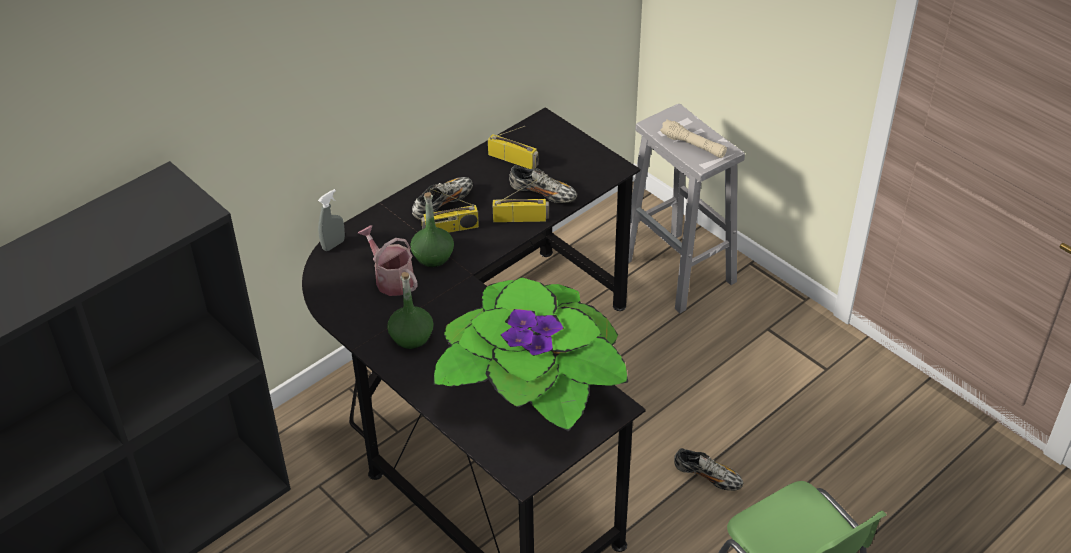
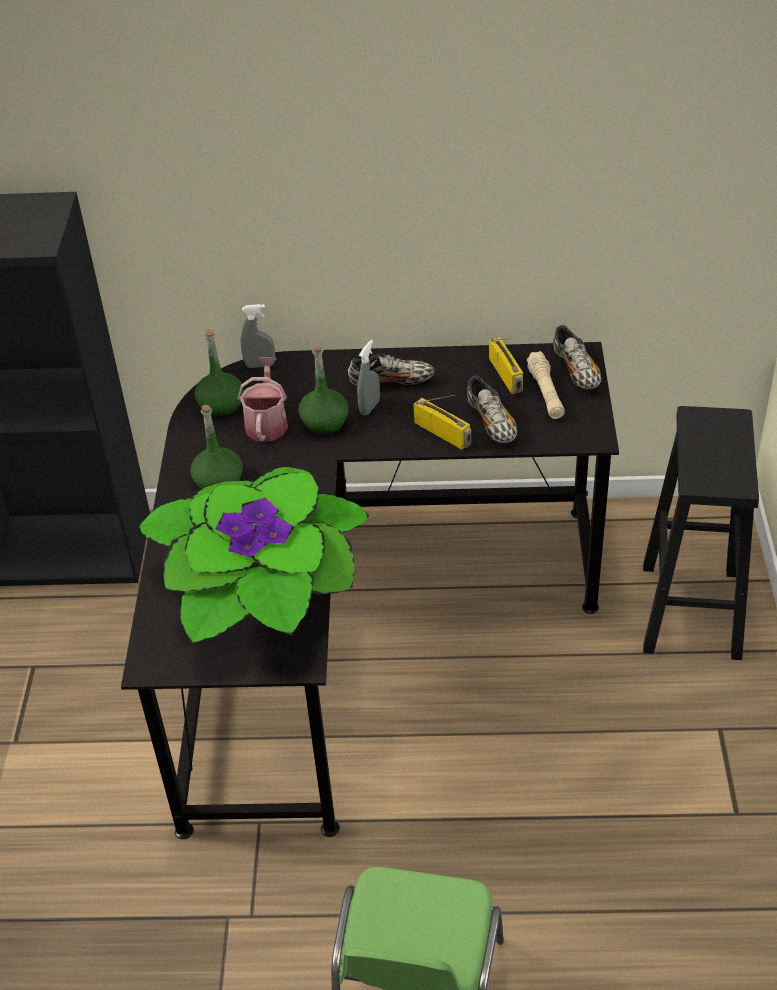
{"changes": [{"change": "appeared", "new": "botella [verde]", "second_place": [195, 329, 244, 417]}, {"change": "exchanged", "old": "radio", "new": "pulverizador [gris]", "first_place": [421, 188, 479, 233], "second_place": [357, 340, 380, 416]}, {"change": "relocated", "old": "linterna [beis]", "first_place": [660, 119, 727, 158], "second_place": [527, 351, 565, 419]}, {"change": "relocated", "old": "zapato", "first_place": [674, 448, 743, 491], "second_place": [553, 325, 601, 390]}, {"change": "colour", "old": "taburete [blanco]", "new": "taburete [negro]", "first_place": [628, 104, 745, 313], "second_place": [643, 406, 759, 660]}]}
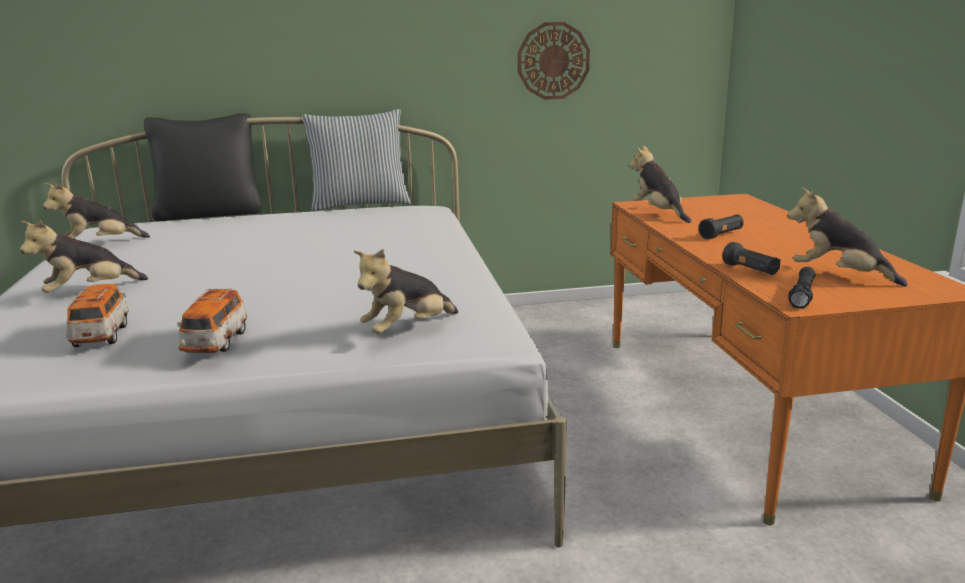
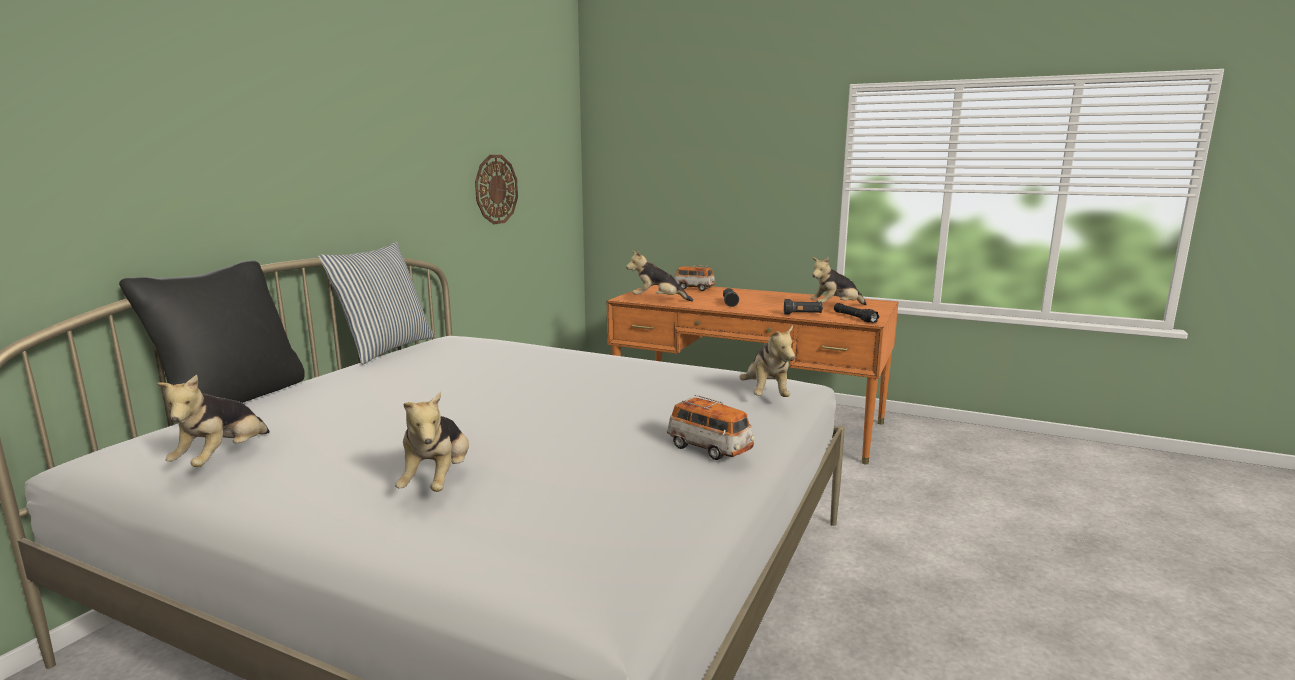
{"changes": [{"change": "relocated", "old": "coche de juguete", "first_place": [66, 284, 129, 347], "second_place": [674, 265, 716, 291]}]}
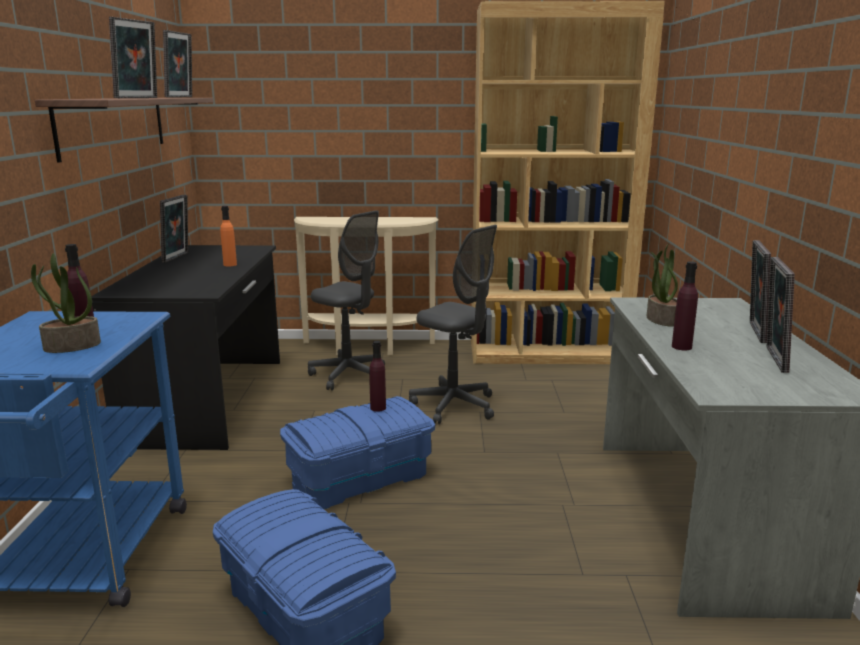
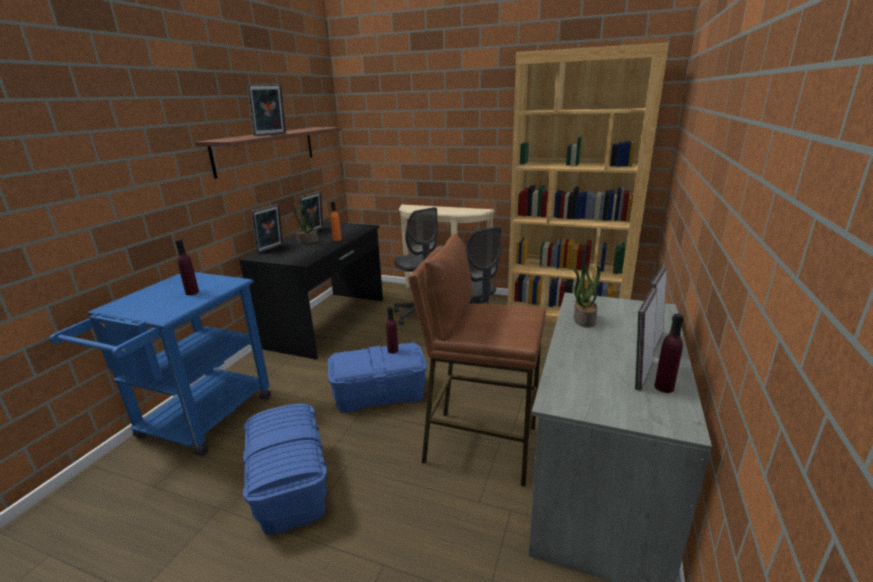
{"changes": [{"change": "relocated", "old": "portarretratos", "first_place": [163, 30, 192, 98], "second_place": [251, 204, 283, 254]}, {"change": "relocated", "old": "planta en maceta", "first_place": [31, 253, 101, 353], "second_place": [294, 204, 319, 244]}, {"change": "appeared", "new": "taburete [marrón]", "second_place": [408, 233, 546, 487]}, {"change": "relocated", "old": "botella [morado]", "first_place": [672, 261, 698, 350], "second_place": [654, 314, 684, 393]}]}
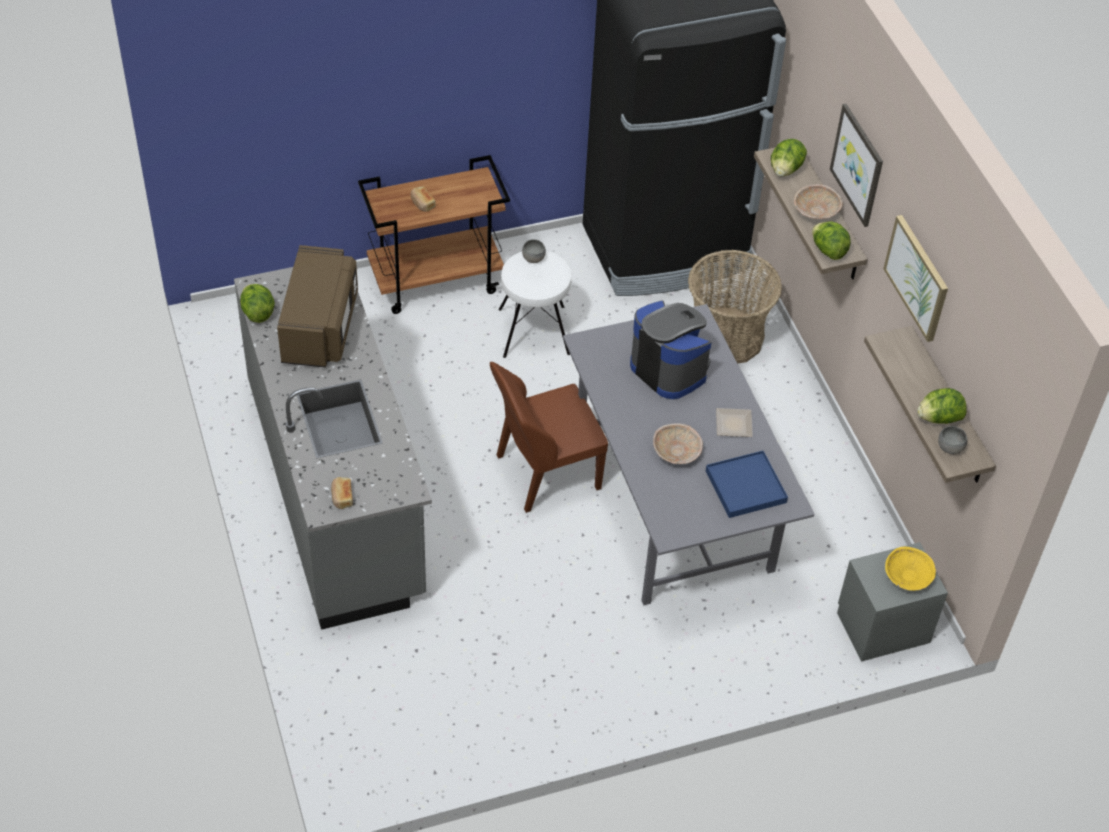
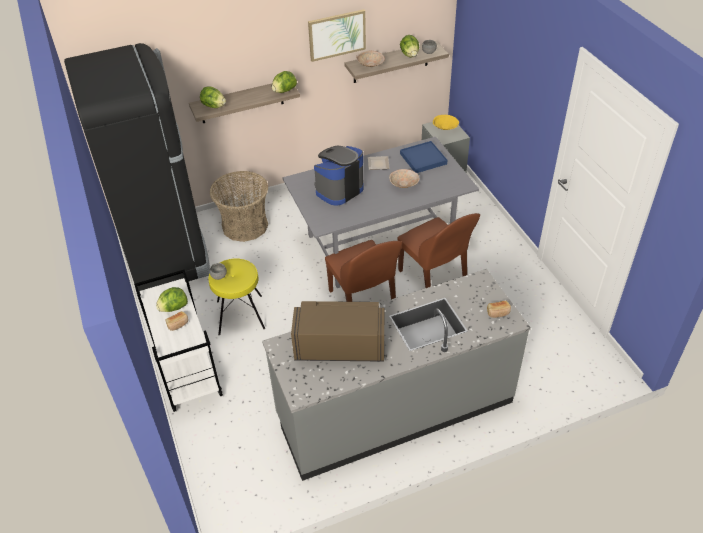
{"changes": [{"change": "colour", "old": "carrito [marrón]", "new": "carrito [blanco]", "first_place": [358, 155, 510, 314], "second_place": [134, 270, 223, 412]}, {"change": "relocated", "old": "lechuga", "first_place": [240, 284, 275, 323], "second_place": [156, 287, 188, 312]}, {"change": "colour", "old": "taburete [blanco]", "new": "taburete [amarillo]", "first_place": [499, 251, 571, 358], "second_place": [209, 258, 265, 335]}, {"change": "relocated", "old": "cuenco [beis]", "first_place": [794, 184, 843, 219], "second_place": [356, 51, 385, 67]}, {"change": "appeared", "new": "silla [marrón]", "second_place": [397, 213, 480, 288]}, {"change": "missing", "old": "cuadro", "first_place": [830, 104, 883, 227]}]}
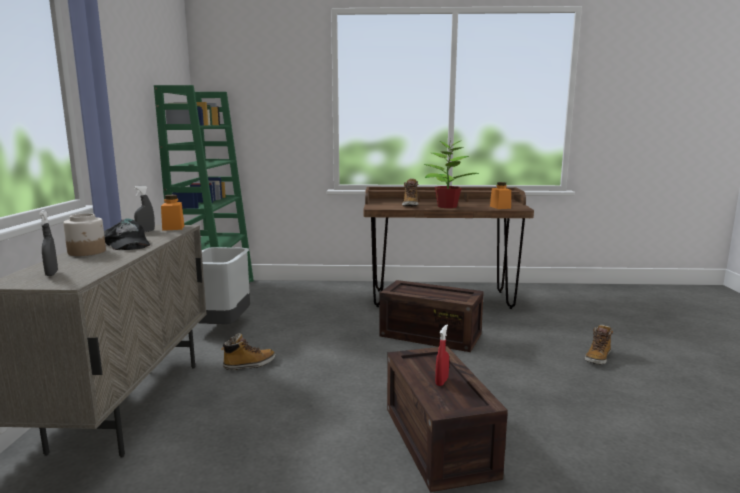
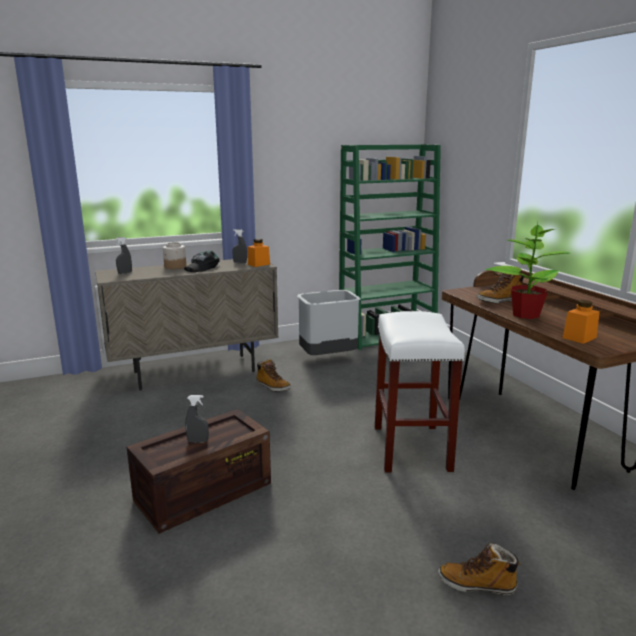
{"changes": [{"change": "colour", "old": "pulverizador [rojo]", "new": "pulverizador [gris]", "first_place": [435, 324, 449, 386], "second_place": [185, 395, 209, 443]}, {"change": "exchanged", "old": "caja de embalaje", "new": "taburete [blanco]", "first_place": [379, 280, 484, 352], "second_place": [375, 311, 465, 472]}]}
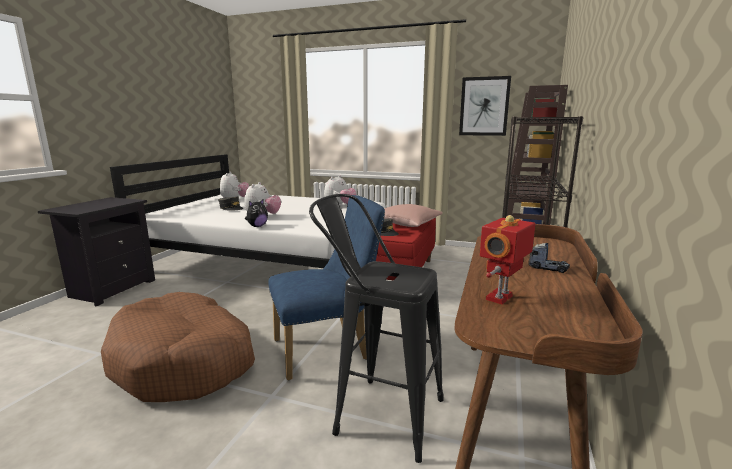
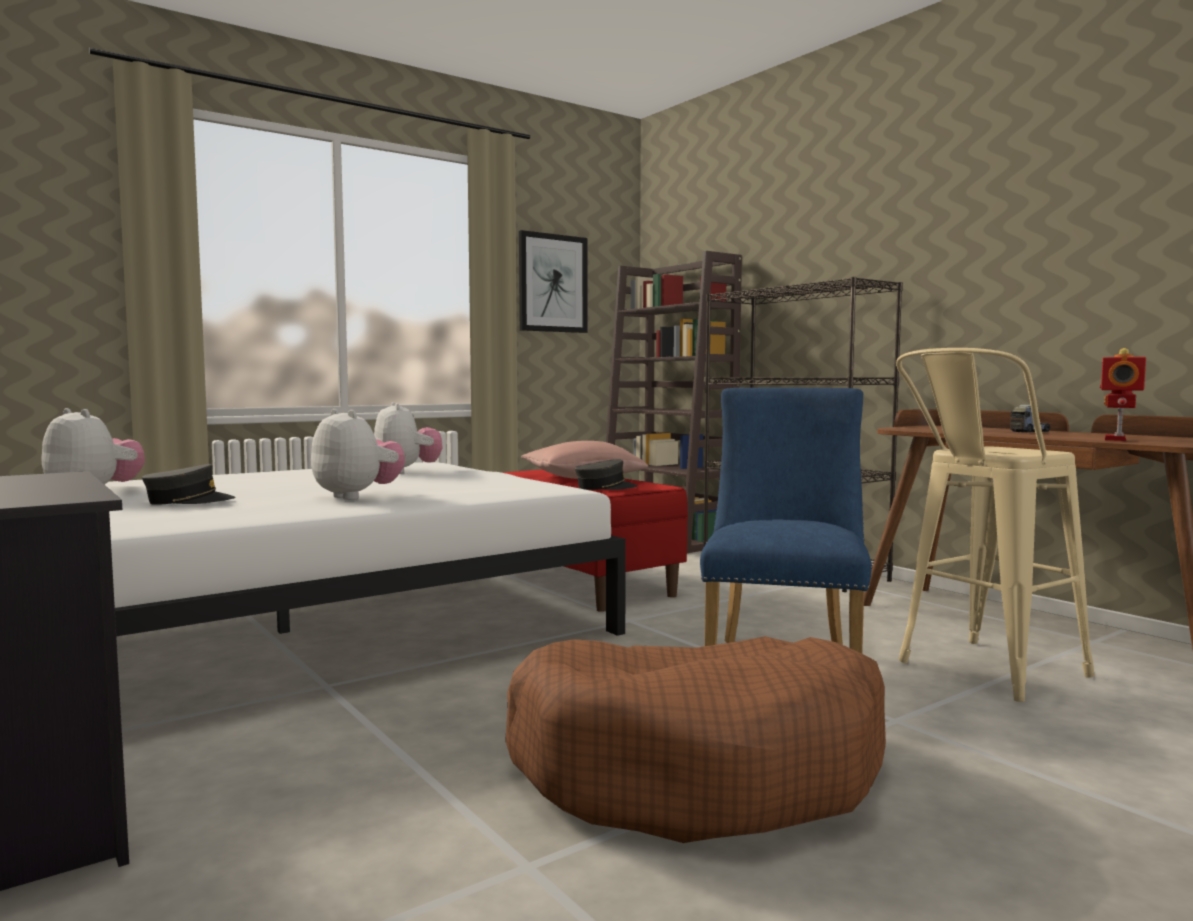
{"changes": [{"change": "colour", "old": "taburete [negro]", "new": "taburete [beis]", "first_place": [309, 194, 444, 463], "second_place": [896, 348, 1095, 702]}, {"change": "spun", "old": "robot de juguete", "first_place": [480, 215, 536, 305], "second_place": [1100, 348, 1146, 441], "degrees": 45}, {"change": "missing", "old": "peluche", "first_place": [245, 199, 268, 227]}]}
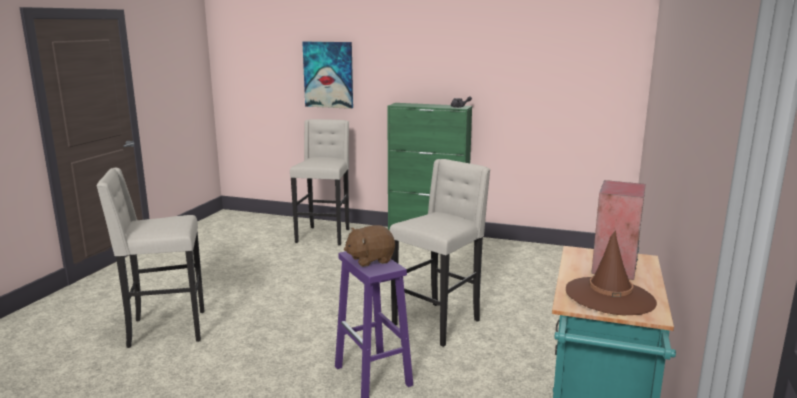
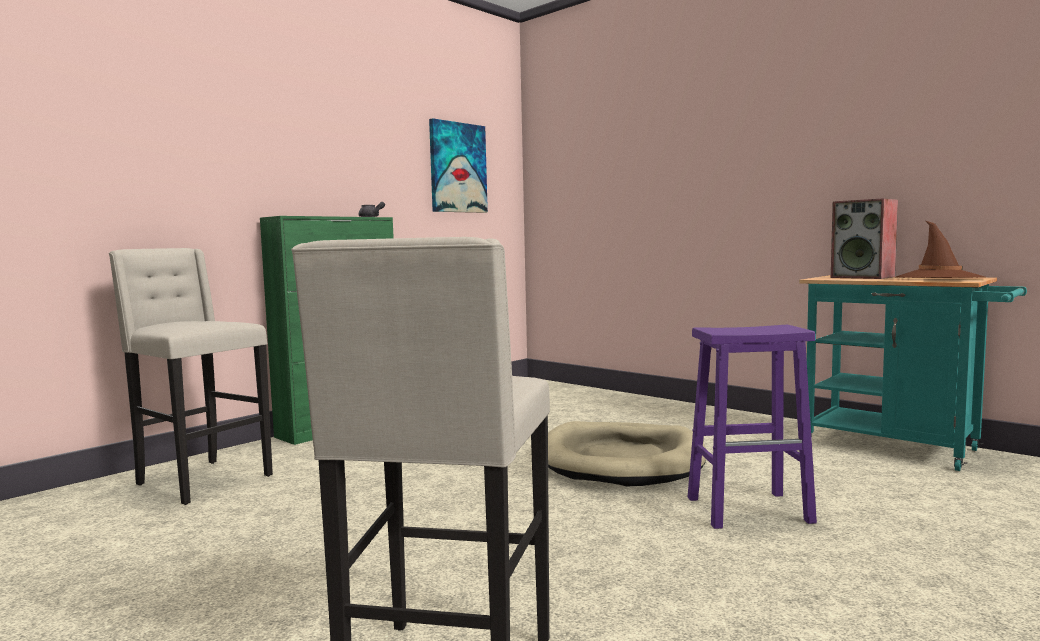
{"changes": [{"change": "relocated", "old": "cuadro", "first_place": [302, 42, 353, 109], "second_place": [429, 118, 488, 213]}, {"change": "exchanged", "old": "taburete [beis]", "new": "cama para perro [beis]", "first_place": [390, 159, 491, 347], "second_place": [548, 421, 706, 486]}, {"change": "missing", "old": "peluche [marrón]", "first_place": [344, 225, 395, 267]}]}
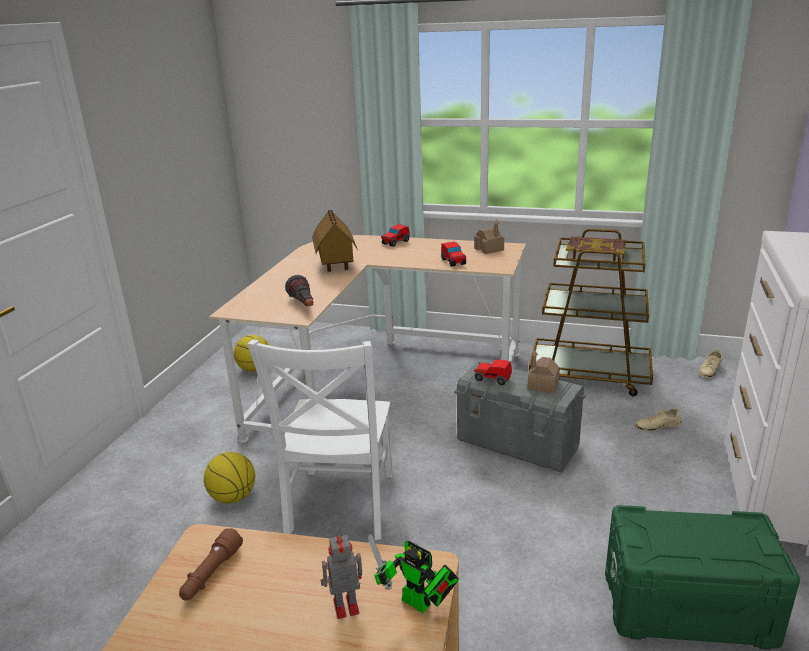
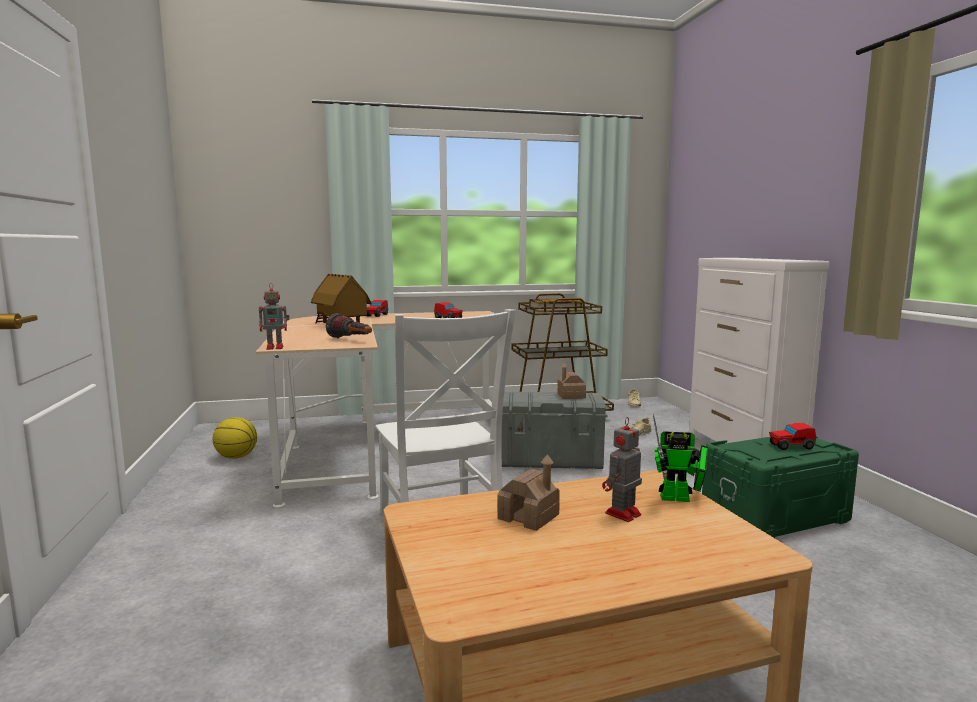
{"changes": [{"change": "appeared", "new": "robot de juguete", "second_place": [259, 283, 289, 350]}, {"change": "relocated", "old": "casita", "first_place": [474, 220, 504, 254], "second_place": [497, 454, 560, 531]}, {"change": "relocated", "old": "coche de juguete", "first_place": [474, 360, 512, 385], "second_place": [769, 423, 816, 450]}, {"change": "missing", "old": "linterna [marrón]", "first_place": [179, 528, 243, 601]}, {"change": "missing", "old": "balón de baloncesto", "first_place": [204, 452, 255, 503]}]}
